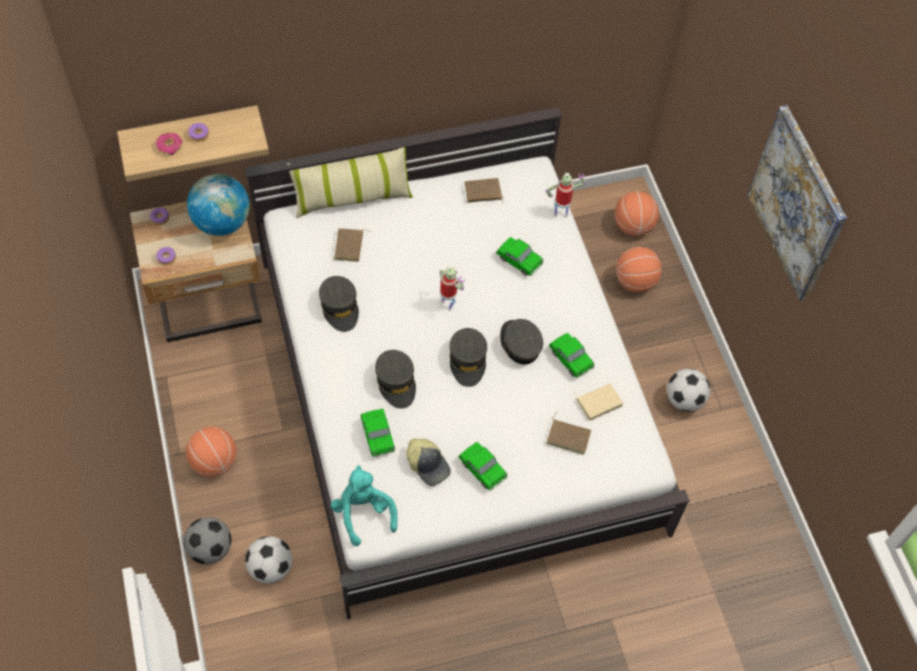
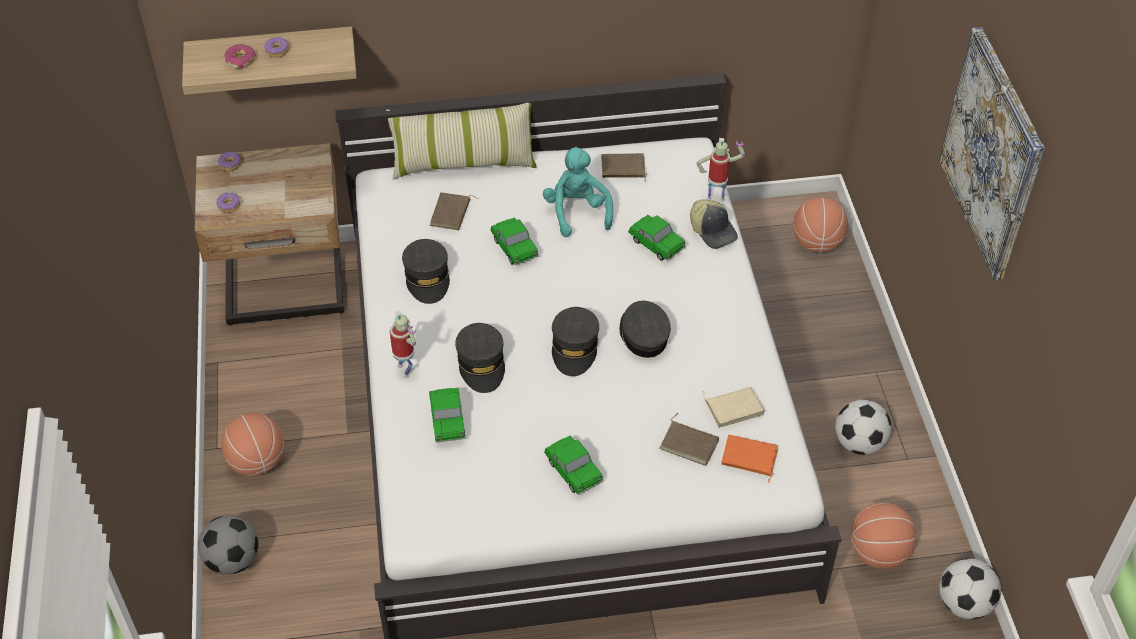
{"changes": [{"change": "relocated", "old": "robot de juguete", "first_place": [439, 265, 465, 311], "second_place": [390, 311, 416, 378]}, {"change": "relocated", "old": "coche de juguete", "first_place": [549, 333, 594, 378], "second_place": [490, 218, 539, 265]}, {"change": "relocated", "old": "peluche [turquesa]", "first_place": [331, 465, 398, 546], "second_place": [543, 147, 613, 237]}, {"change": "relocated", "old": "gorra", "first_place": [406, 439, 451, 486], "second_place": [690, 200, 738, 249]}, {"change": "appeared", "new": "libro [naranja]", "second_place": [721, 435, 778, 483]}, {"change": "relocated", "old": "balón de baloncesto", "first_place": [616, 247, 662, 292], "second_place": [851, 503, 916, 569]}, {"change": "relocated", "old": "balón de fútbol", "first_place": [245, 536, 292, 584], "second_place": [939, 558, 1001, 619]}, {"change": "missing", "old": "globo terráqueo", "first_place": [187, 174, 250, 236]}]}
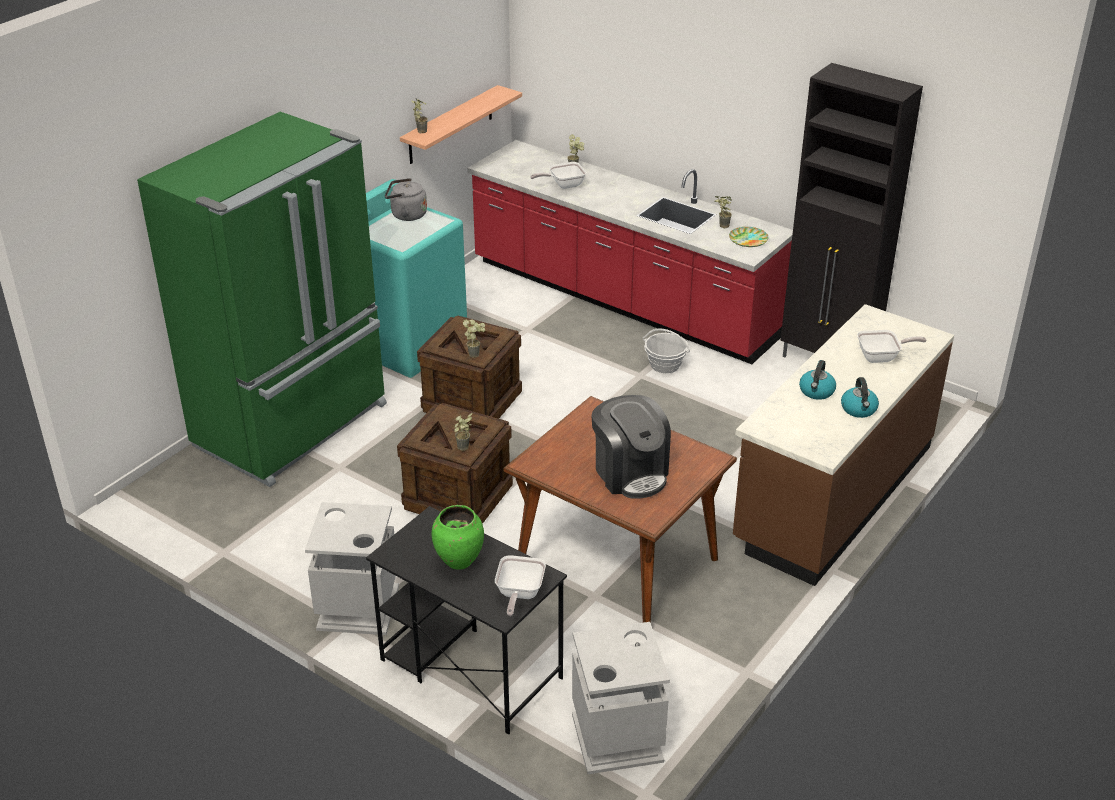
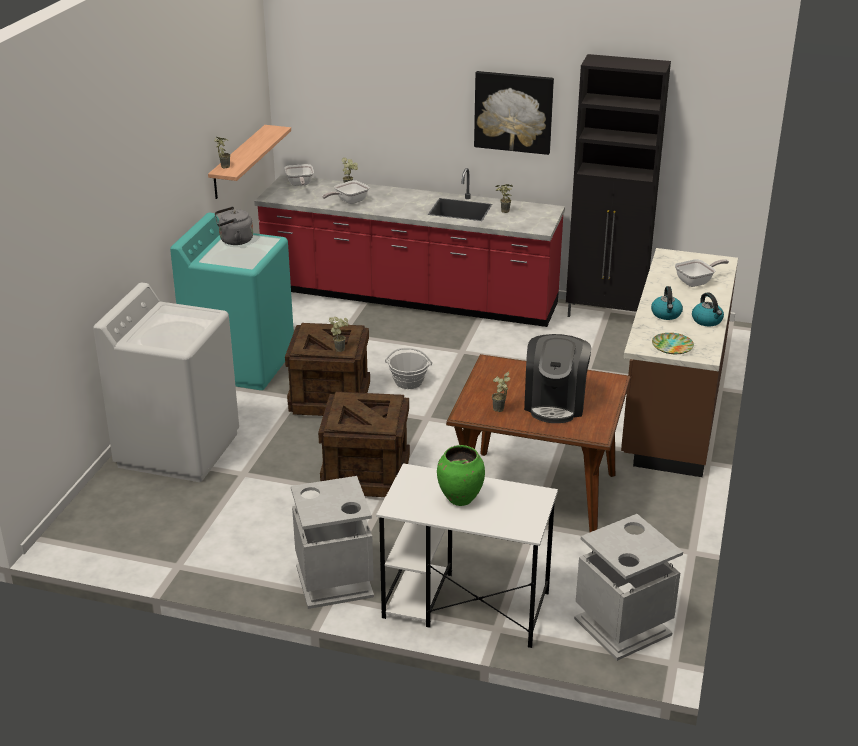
{"changes": [{"change": "exchanged", "old": "nevera [verde]", "new": "lavadora [blanco]", "first_place": [137, 112, 387, 487], "second_place": [93, 283, 239, 482]}, {"change": "relocated", "old": "sartén", "first_place": [495, 555, 546, 616], "second_place": [285, 164, 314, 186]}, {"change": "colour", "old": "escritorio [negro]", "new": "escritorio [blanco]", "first_place": [366, 506, 567, 735], "second_place": [376, 463, 558, 648]}, {"change": "relocated", "old": "cesta", "first_place": [643, 329, 690, 373], "second_place": [385, 348, 432, 389]}, {"change": "appeared", "new": "cuadro", "second_place": [474, 71, 554, 155]}, {"change": "relocated", "old": "planta en maceta", "first_place": [454, 412, 473, 451], "second_place": [492, 372, 510, 412]}, {"change": "spun", "old": "cafetera", "first_place": [591, 395, 671, 499], "second_place": [524, 334, 591, 423], "degrees": 60}, {"change": "relocated", "old": "plato", "first_place": [729, 227, 769, 247], "second_place": [652, 333, 694, 354]}]}
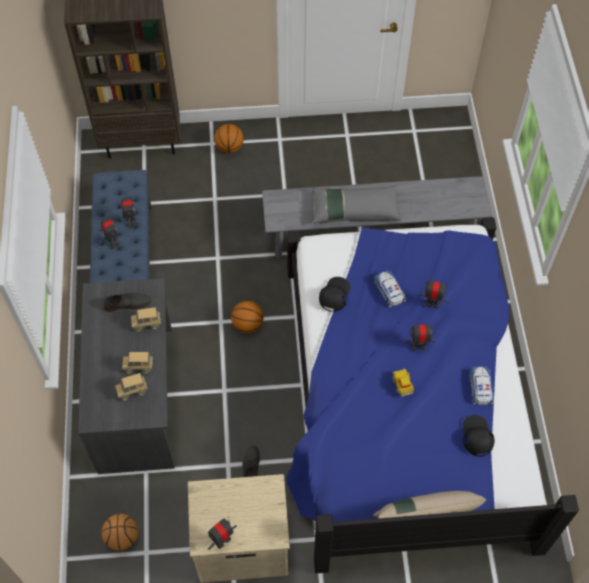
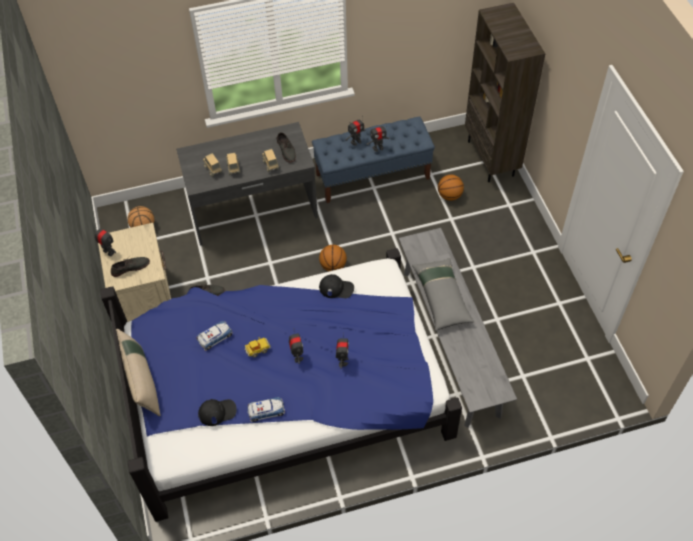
{"changes": [{"change": "appeared", "new": "zapato [gris]", "second_place": [111, 257, 150, 277]}, {"change": "relocated", "old": "coche de juguete", "first_place": [374, 270, 406, 307], "second_place": [196, 321, 233, 351]}, {"change": "relocated", "old": "balón de baloncesto", "first_place": [214, 124, 244, 153], "second_place": [438, 175, 464, 201]}]}
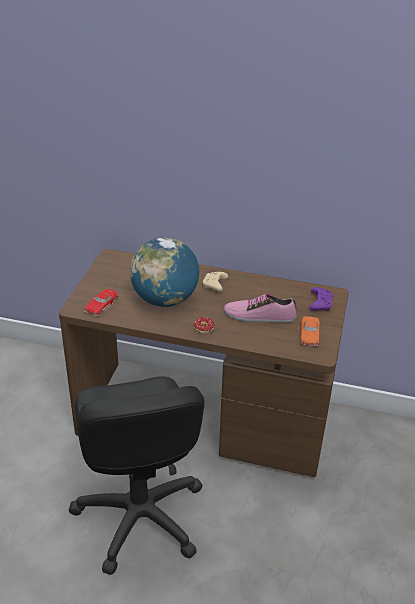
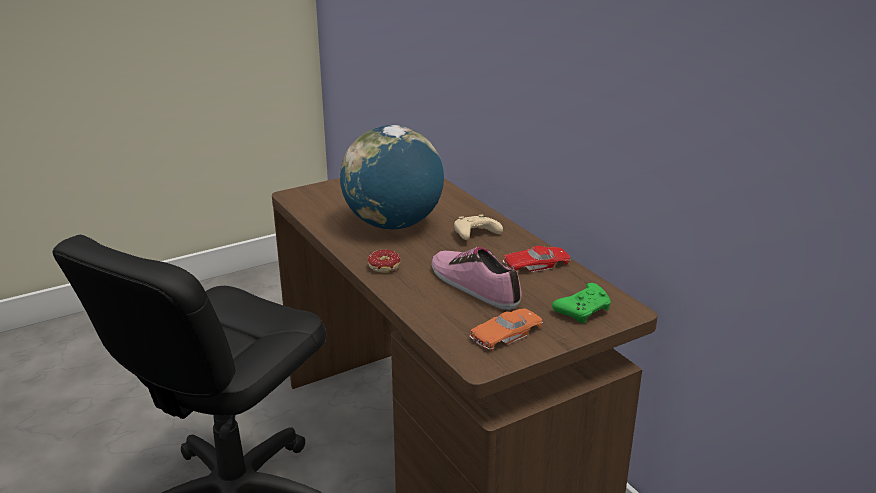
{"changes": [{"change": "relocated", "old": "coche de juguete [rojo]", "first_place": [84, 289, 118, 317], "second_place": [503, 246, 570, 272]}, {"change": "colour", "old": "mando de consola [morado]", "new": "mando de consola [verde]", "first_place": [309, 287, 333, 311], "second_place": [552, 283, 611, 323]}]}
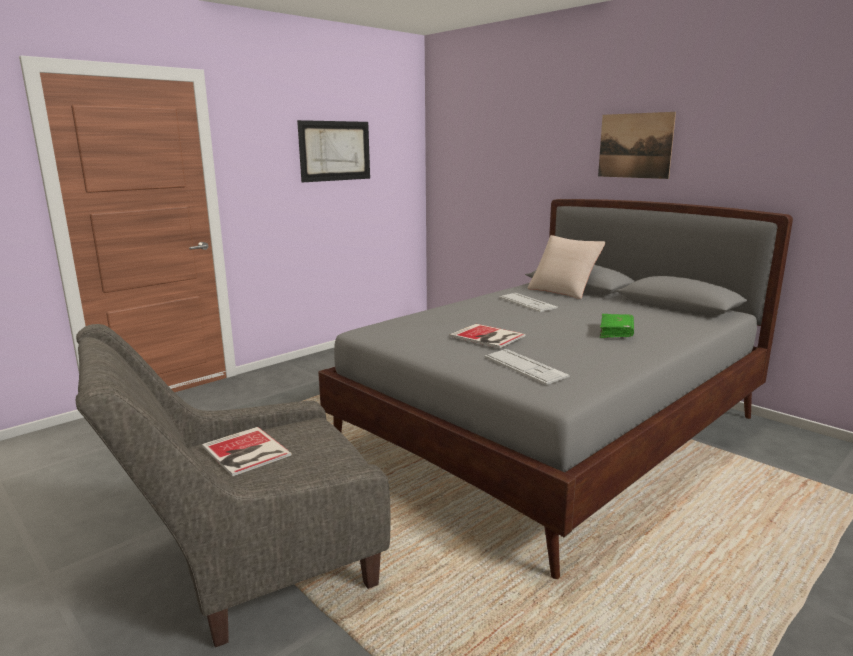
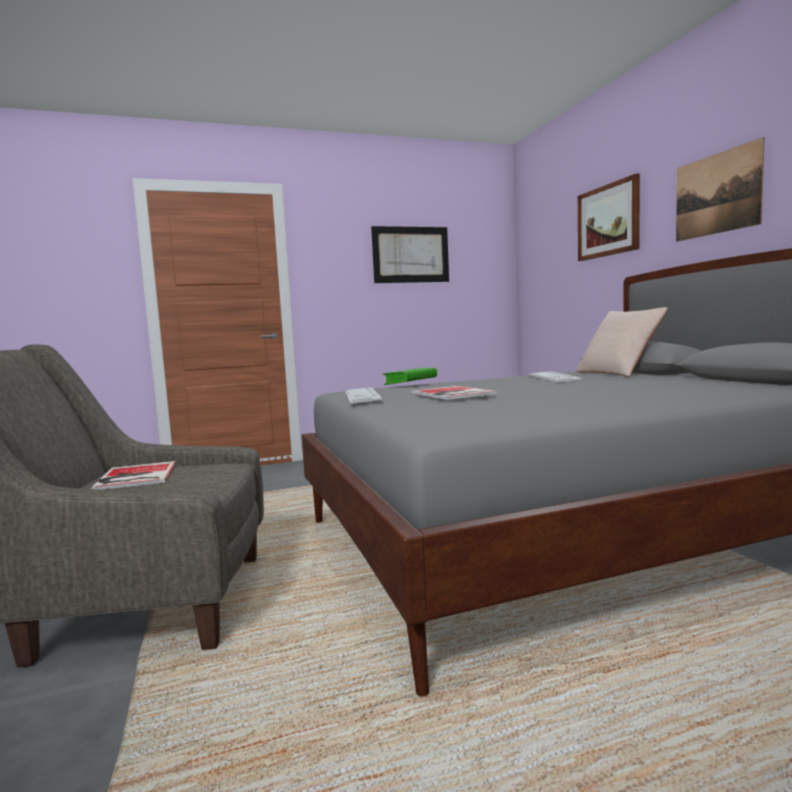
{"changes": [{"change": "relocated", "old": "teclado", "first_place": [485, 349, 569, 385], "second_place": [345, 387, 382, 404]}, {"change": "relocated", "old": "libro [verde]", "first_place": [600, 314, 634, 338], "second_place": [382, 368, 437, 385]}, {"change": "appeared", "new": "cuadro", "second_place": [578, 174, 640, 261]}]}
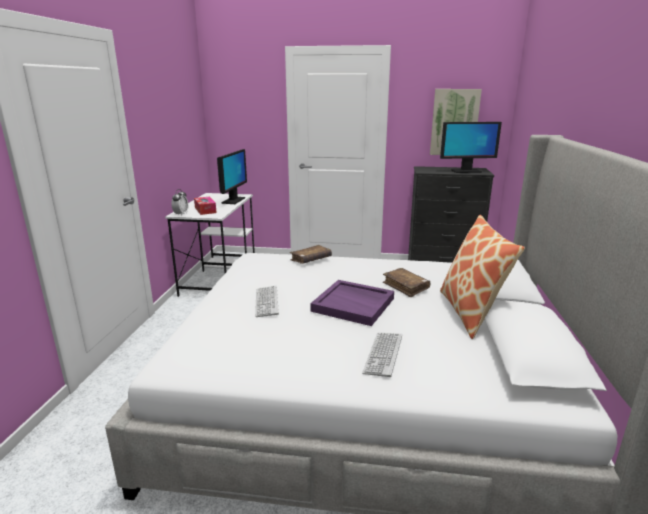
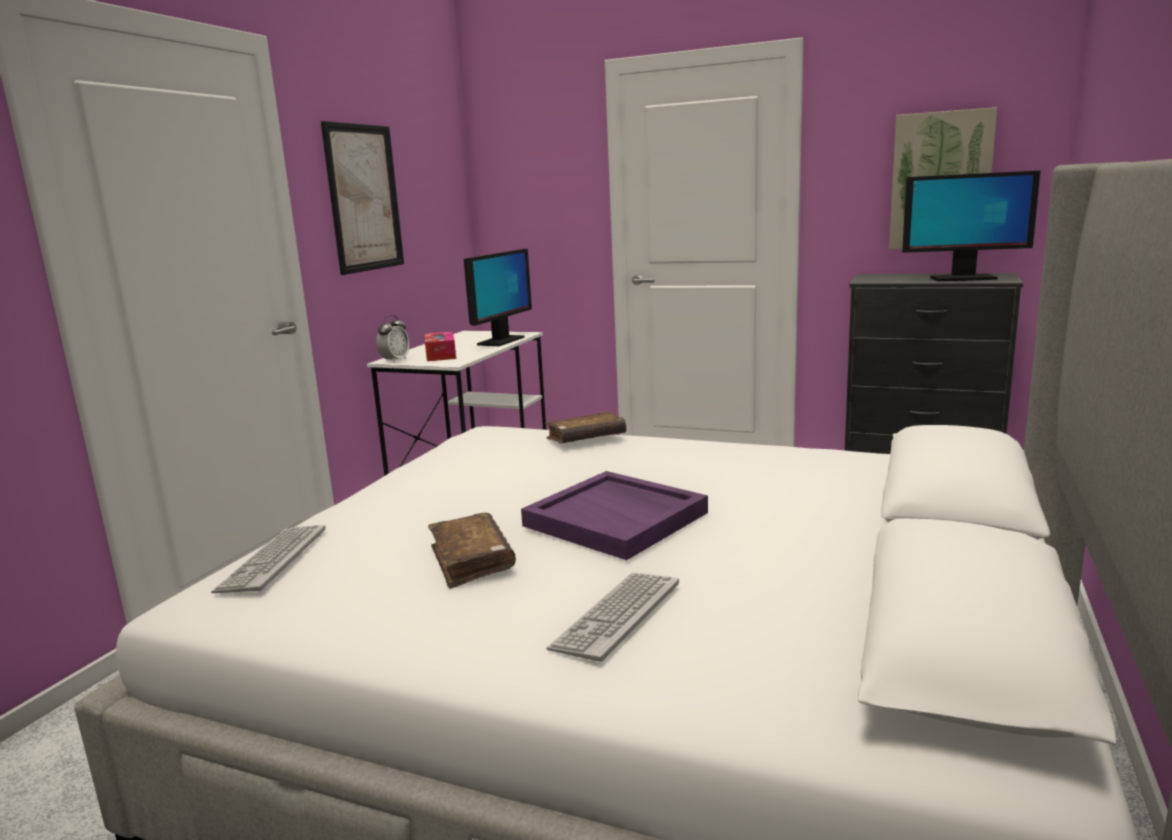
{"changes": [{"change": "relocated", "old": "teclado", "first_place": [255, 286, 279, 317], "second_place": [211, 525, 326, 593]}, {"change": "appeared", "new": "cuadro", "second_place": [321, 121, 404, 275]}, {"change": "relocated", "old": "libro [marrón]", "first_place": [383, 268, 430, 297], "second_place": [428, 513, 516, 589]}, {"change": "missing", "old": "cojín", "first_place": [440, 215, 525, 339]}]}
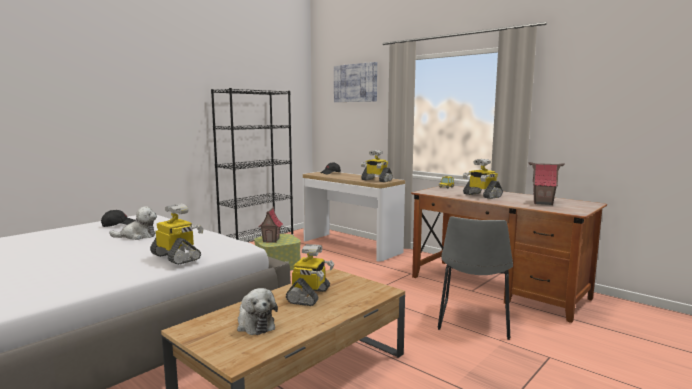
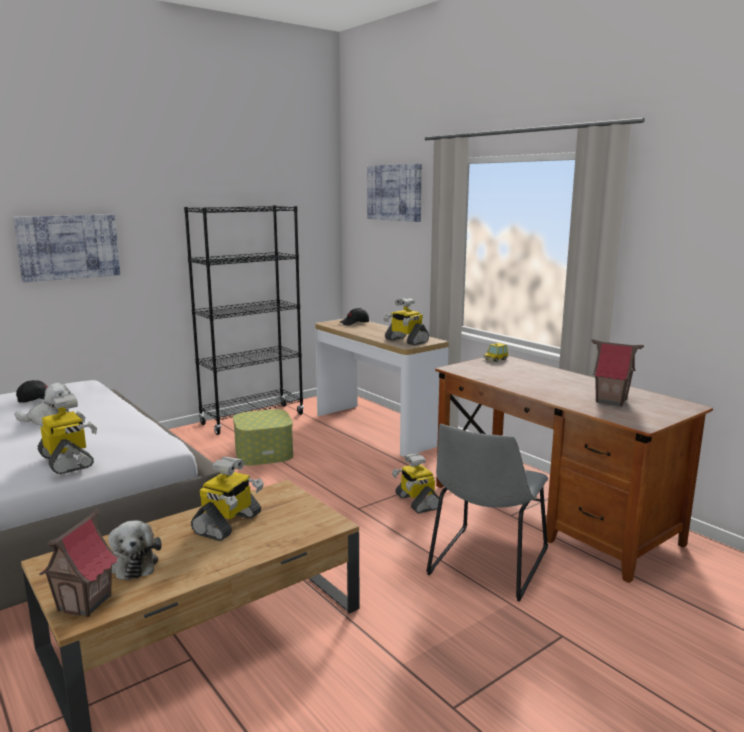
{"changes": [{"change": "appeared", "new": "cuadro", "second_place": [13, 215, 120, 282]}, {"change": "relocated", "old": "casita", "first_place": [259, 206, 283, 243], "second_place": [39, 508, 119, 617]}, {"change": "relocated", "old": "robot de juguete", "first_place": [463, 159, 503, 199], "second_place": [392, 453, 439, 514]}]}
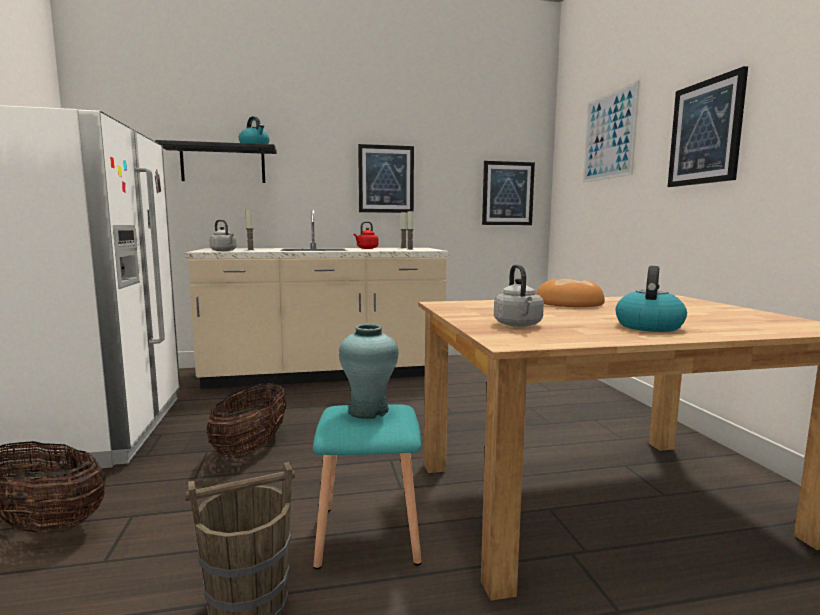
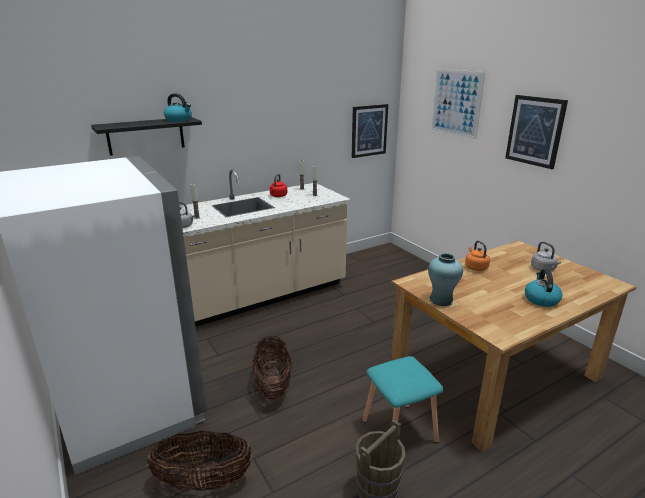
{"changes": [{"change": "relocated", "old": "florero [turquesa]", "first_place": [339, 324, 398, 419], "second_place": [428, 253, 463, 306]}, {"change": "exchanged", "old": "pan", "new": "hervidor [naranja]", "first_place": [536, 279, 605, 307], "second_place": [465, 241, 490, 271]}, {"change": "relocated", "old": "hervidor [gris]", "first_place": [494, 264, 544, 327], "second_place": [531, 242, 561, 271]}, {"change": "missing", "old": "cuadro", "first_place": [358, 144, 414, 213]}]}
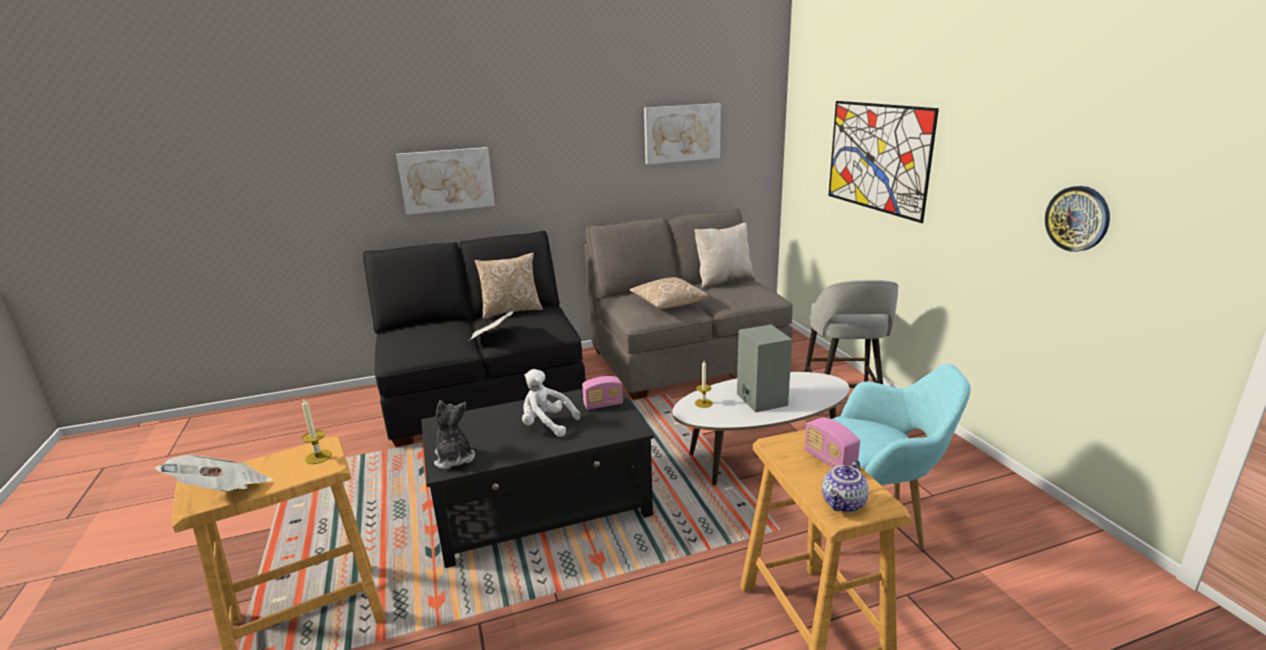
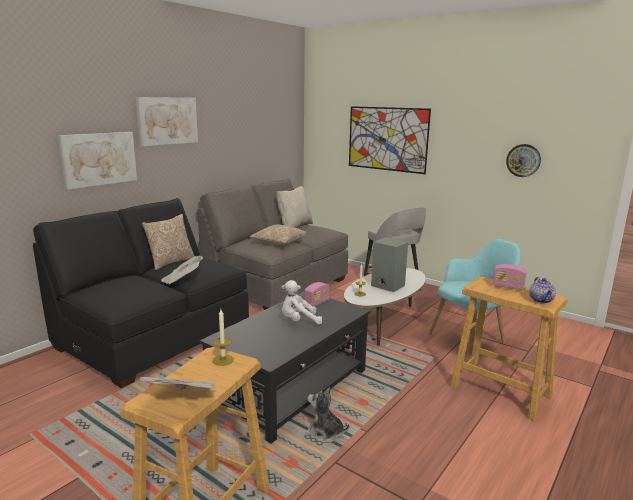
{"changes": [{"change": "relocated", "old": "cuadro", "first_place": [644, 103, 721, 164], "second_place": [136, 97, 198, 146]}, {"change": "relocated", "old": "peluche", "first_place": [434, 400, 475, 469], "second_place": [306, 387, 350, 443]}]}
